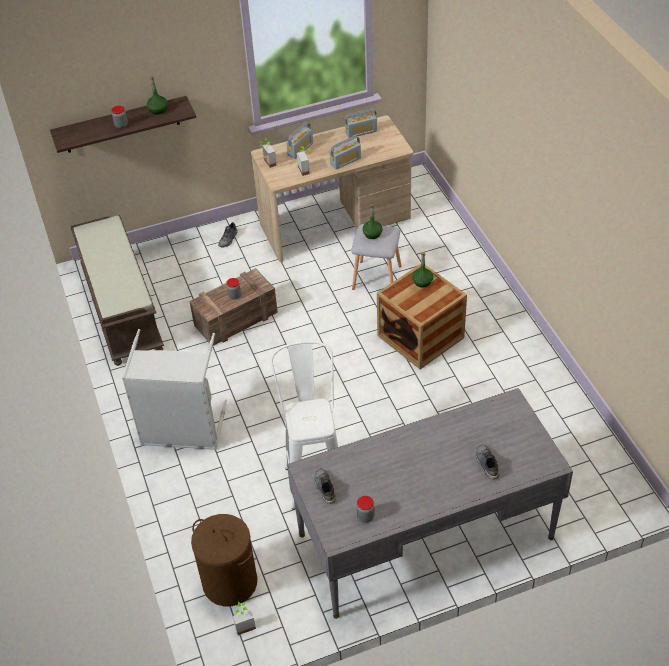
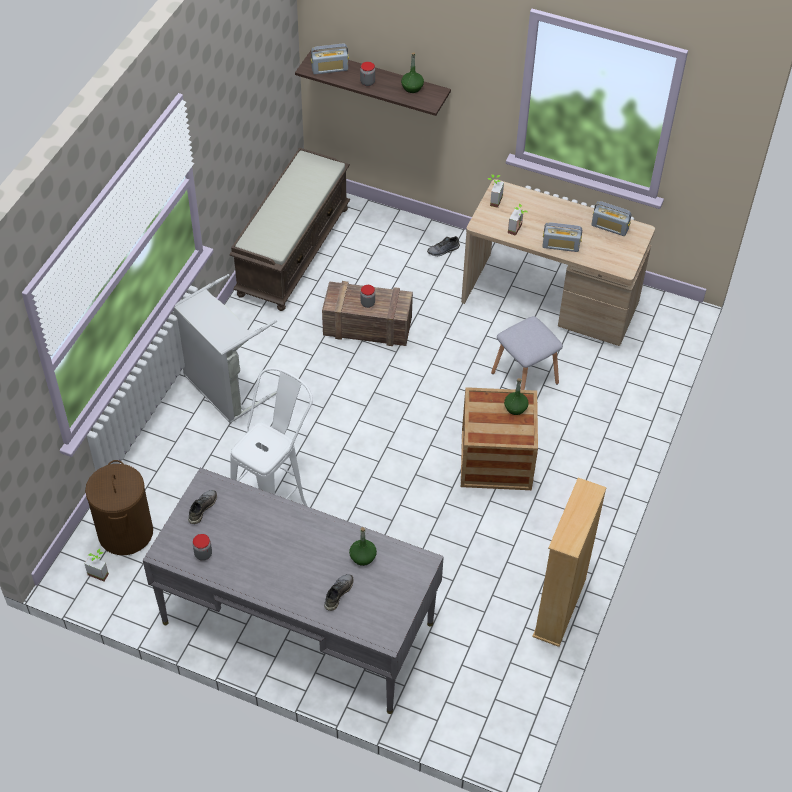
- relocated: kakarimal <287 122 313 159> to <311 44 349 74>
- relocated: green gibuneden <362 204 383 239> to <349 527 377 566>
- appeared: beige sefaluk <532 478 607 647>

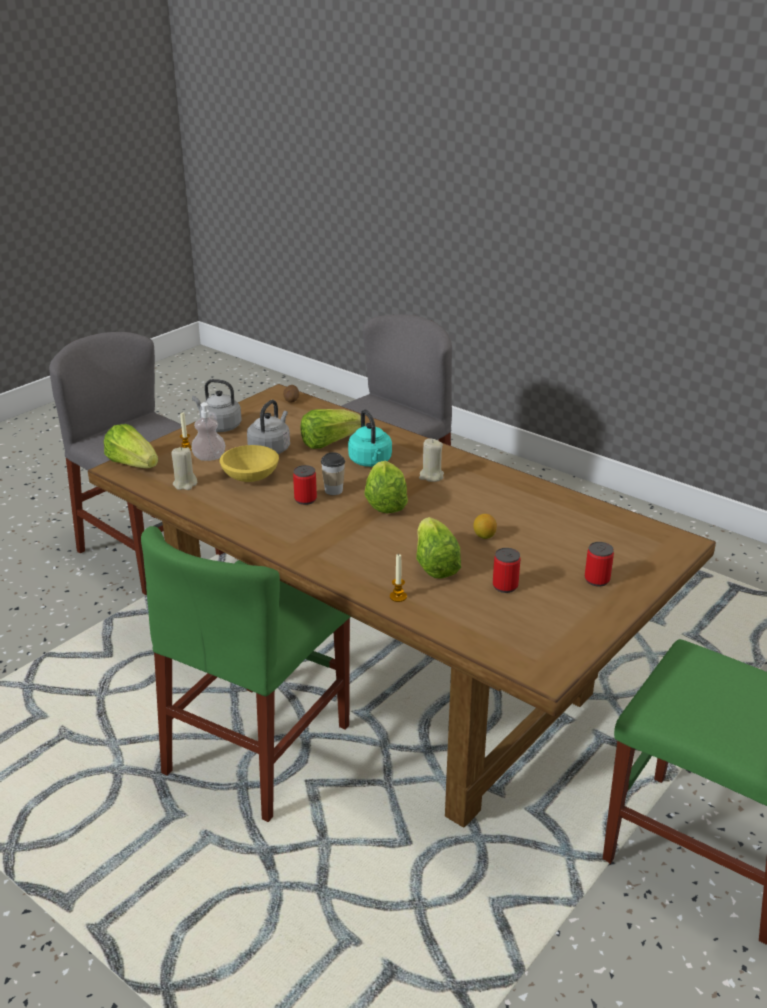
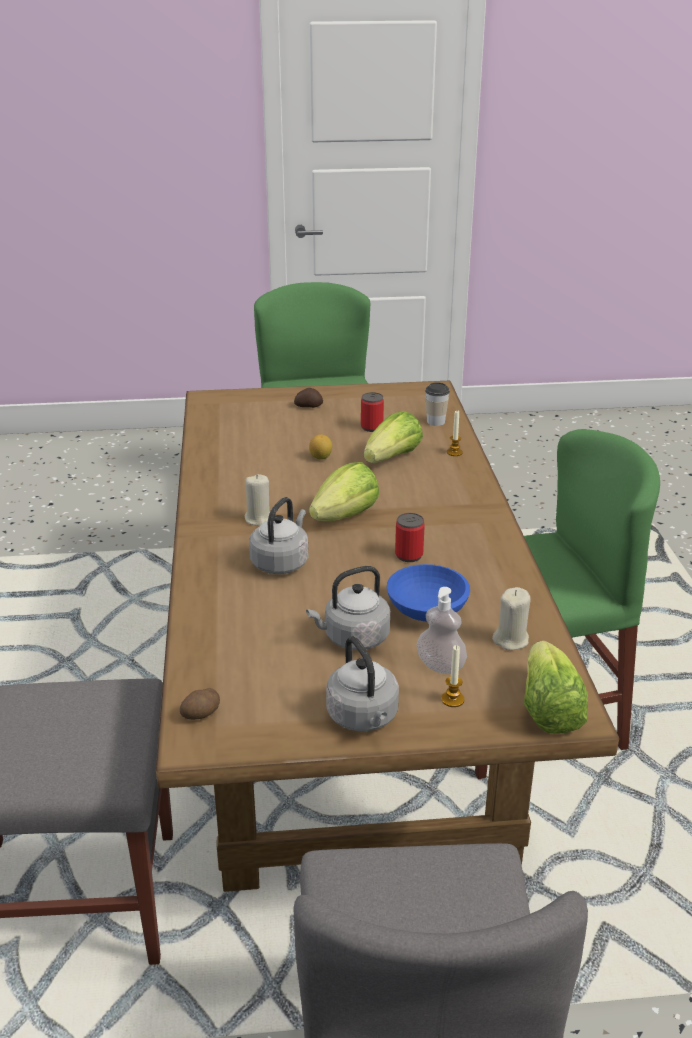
- colour: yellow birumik <220 445 279 482> to blue birumik <387 564 470 621>
- missing: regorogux <301 409 361 449>
- relocated: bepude <321 452 345 495> to <425 382 450 426>
- colour: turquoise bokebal <348 409 392 467> to grey bokebal <249 497 308 574>
- exchanged: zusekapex <585 542 614 587> to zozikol <294 388 323 408>

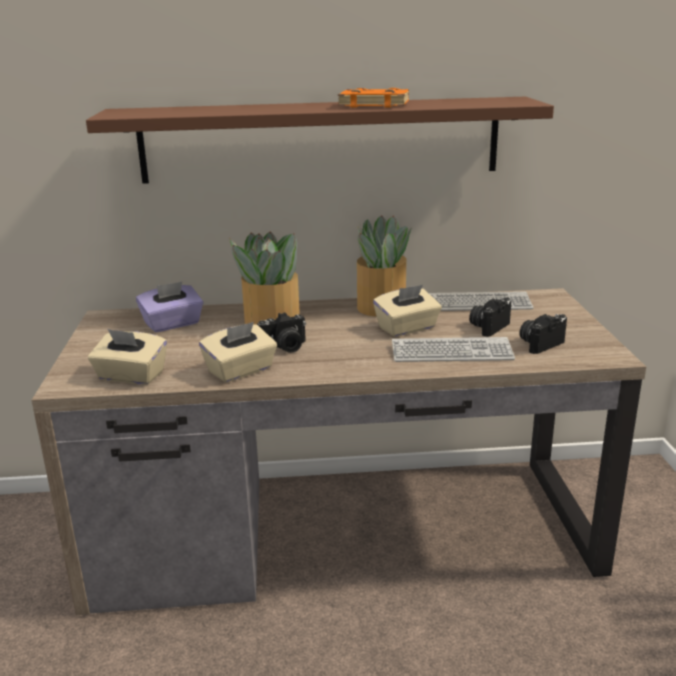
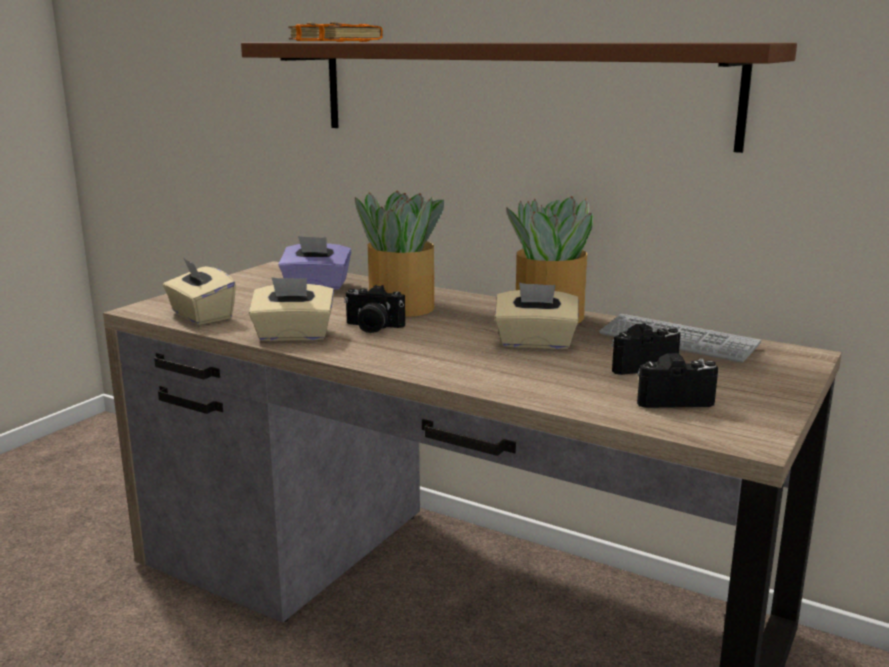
- relocated: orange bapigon <338 88 409 108> to <288 22 383 42>
- missing: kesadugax <392 337 515 362>

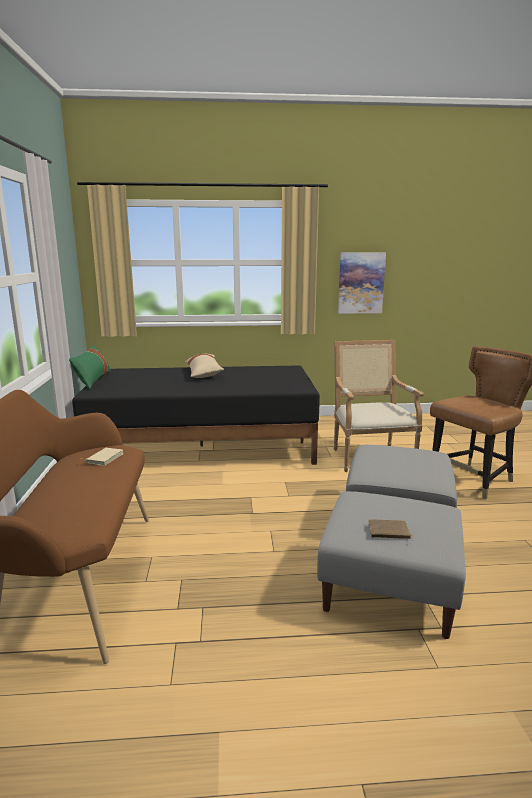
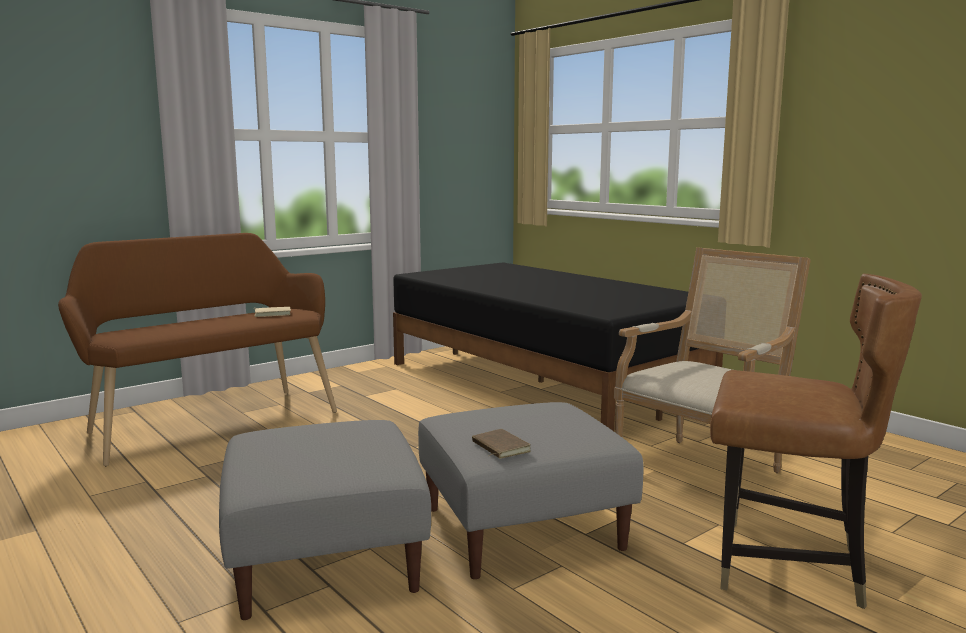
- missing: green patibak <69 344 111 389>
- missing: beige patibak <185 354 224 378>
- missing: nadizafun <338 253 386 314>
- relocated: brown bapigon <368 519 413 540> to <472 429 531 459>

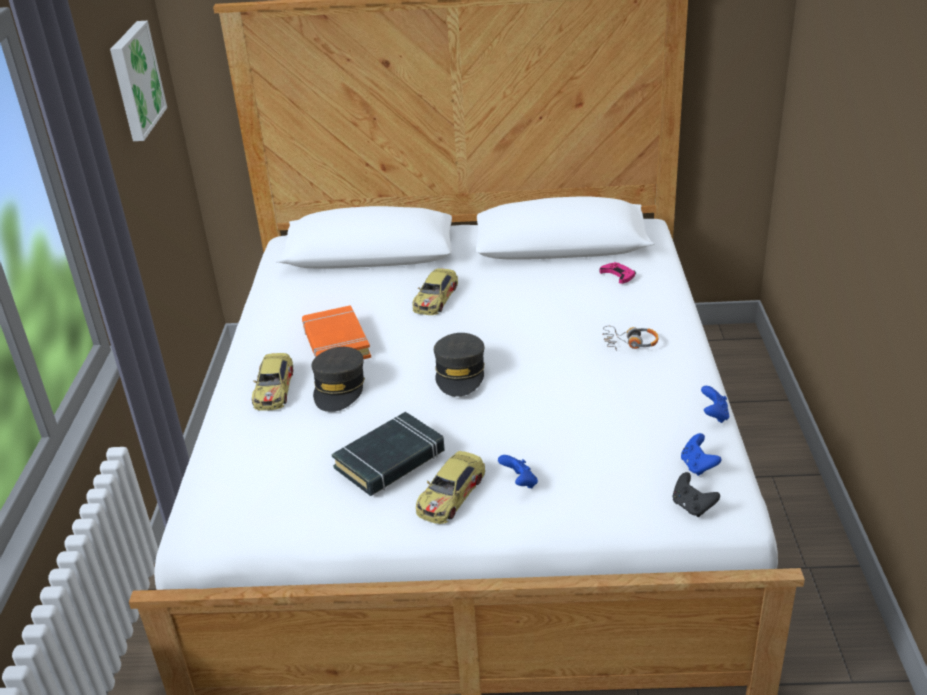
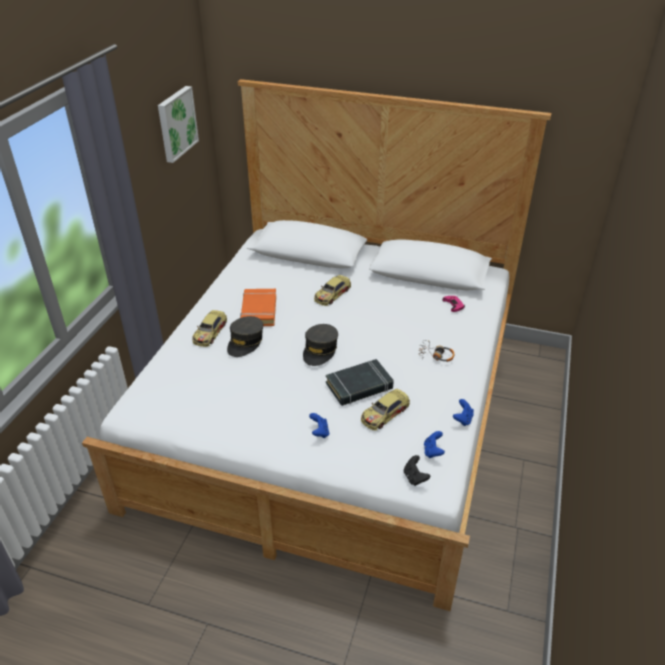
- relocated: black bapigon <332 412 445 496> to <326 359 394 406>
- relocated: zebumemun <416 451 485 524> to <361 389 410 430>

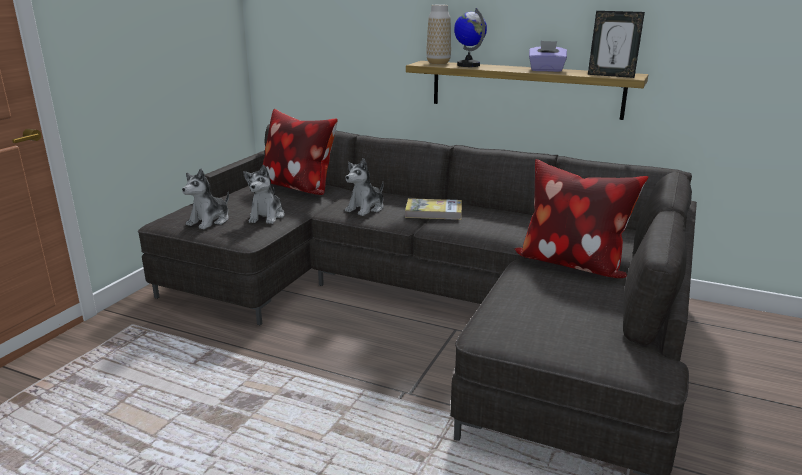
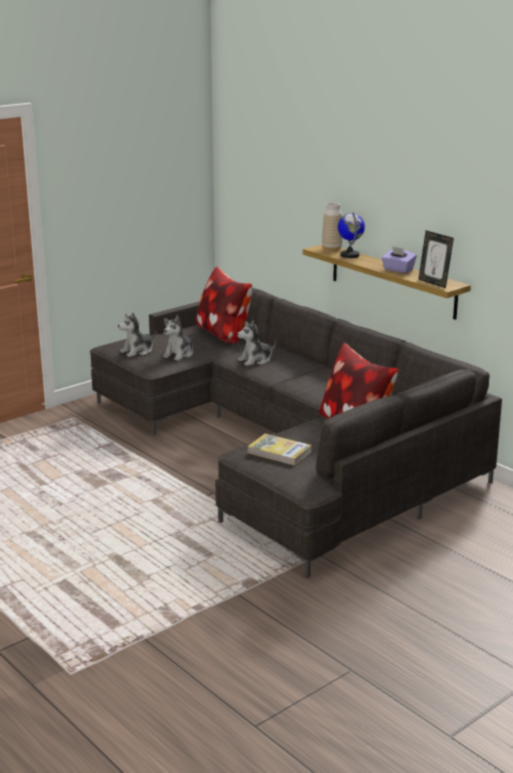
- relocated: bapigon <405 198 462 220> to <247 434 311 465>

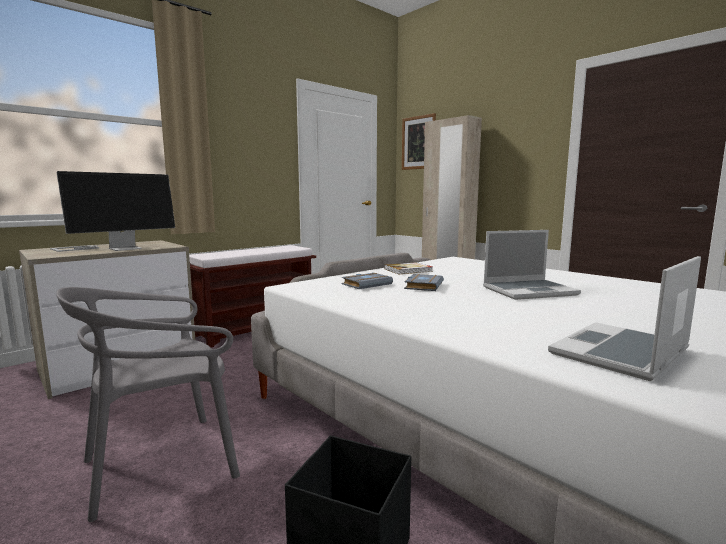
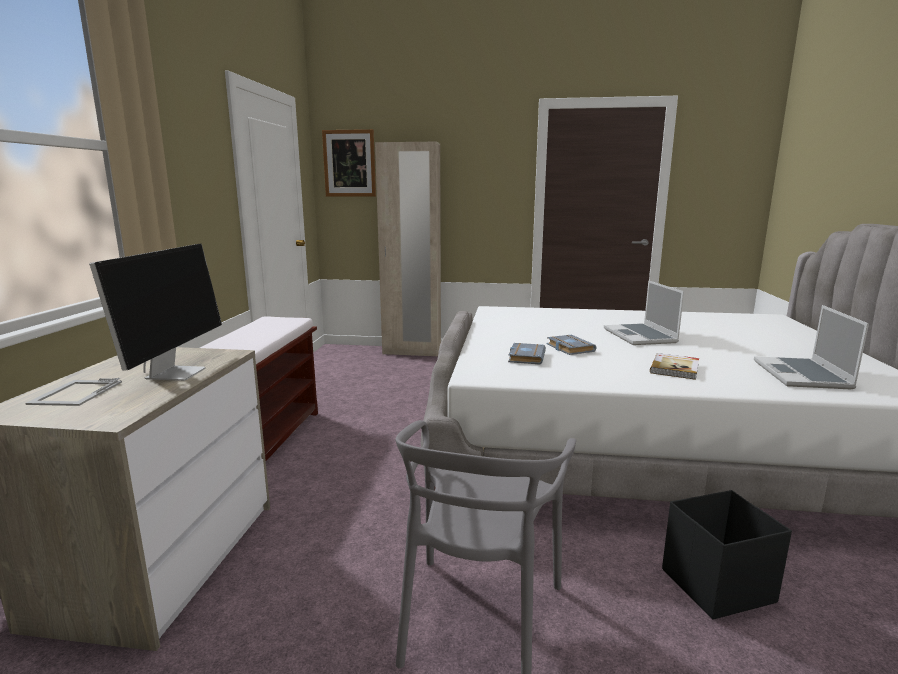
- relocated: bapigon <384 262 433 274> to <650 353 699 380>
- spun: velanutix <483 230 581 300> = <604 280 684 345> 135 degrees clockwise

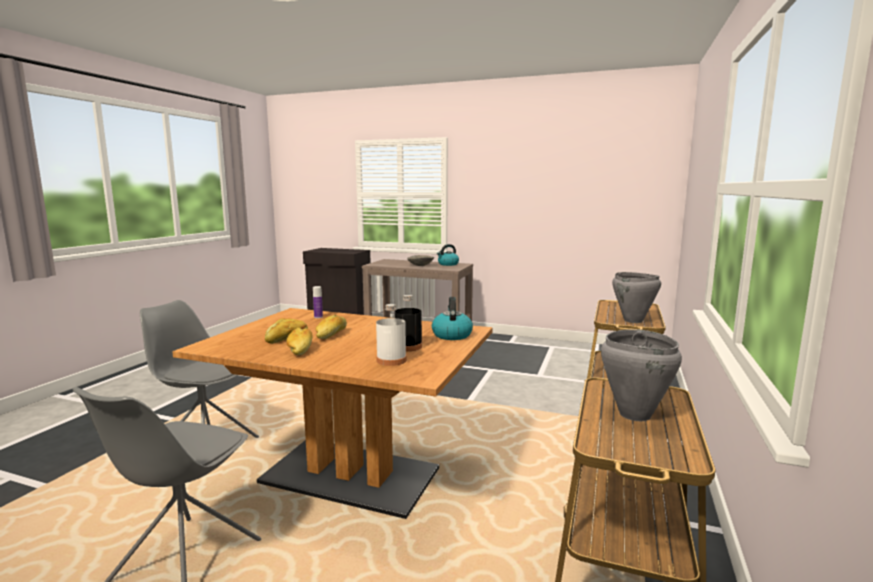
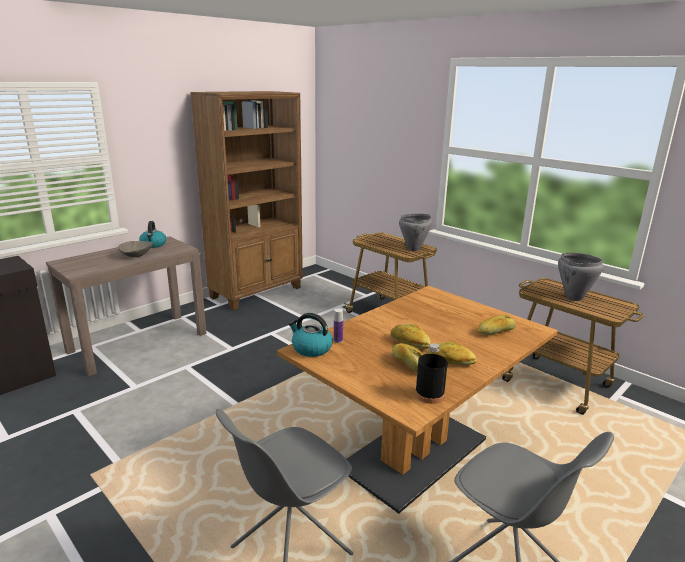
- exchanged: white gibuneden <376 304 406 366> to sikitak <478 315 516 336>
- relocated: black gibuneden <395 294 422 351> to <415 343 448 404>
- relocated: bokebal <432 297 473 340> to <289 313 333 357>
- appeared: brown sefaluk <190 91 303 311>

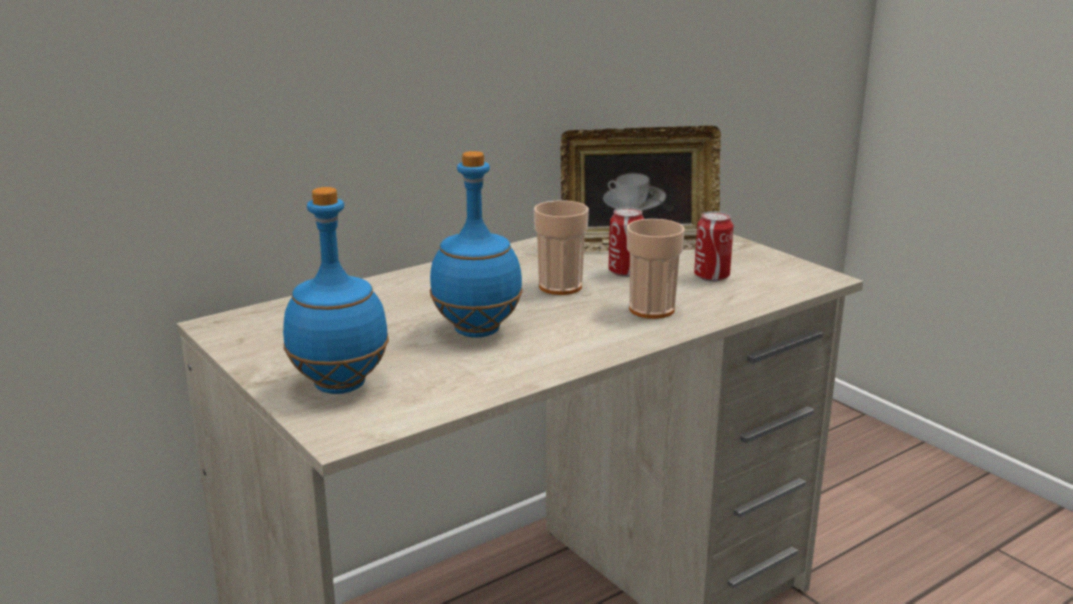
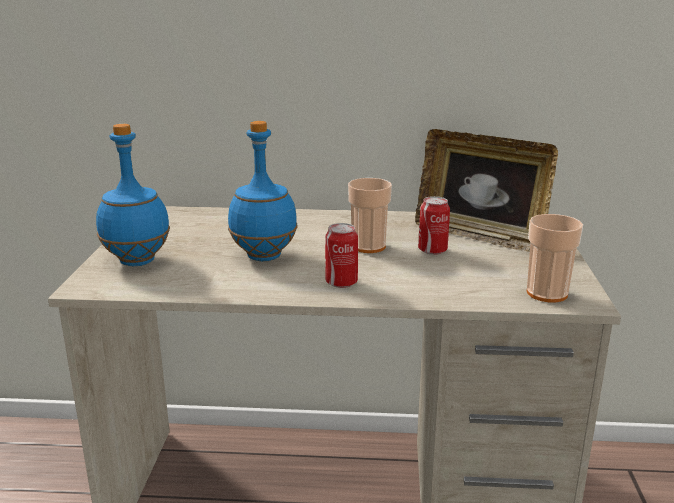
- relocated: bepude <627 219 685 319> to <527 214 583 302>
- relocated: zusekapex <694 211 733 282> to <325 223 358 288>

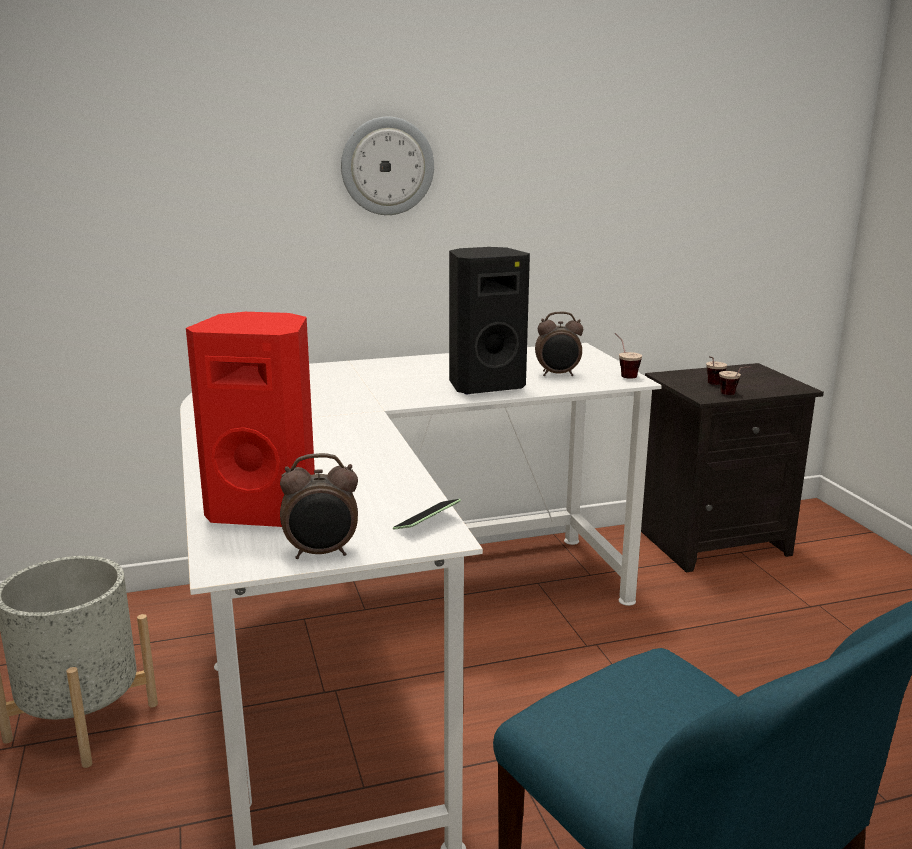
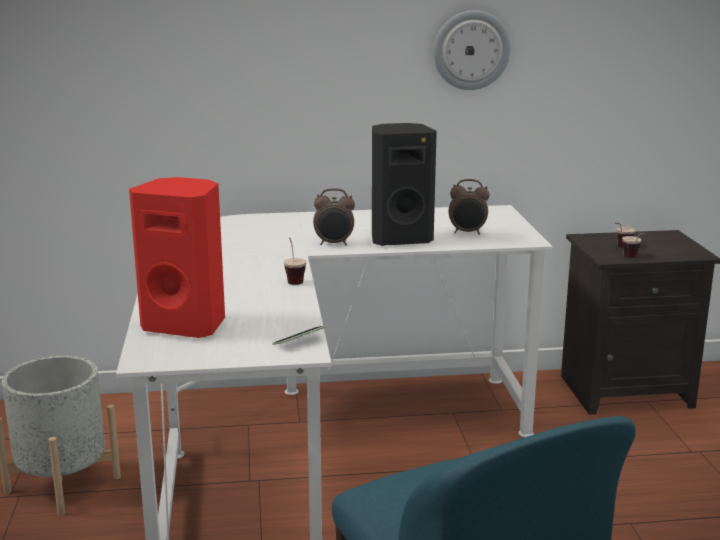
- relocated: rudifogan <280 453 358 559> to <313 188 355 245>
- relocated: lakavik <341 116 434 215> to <434 10 511 90>
- relocated: bepude <615 333 642 379> to <284 238 306 285>

